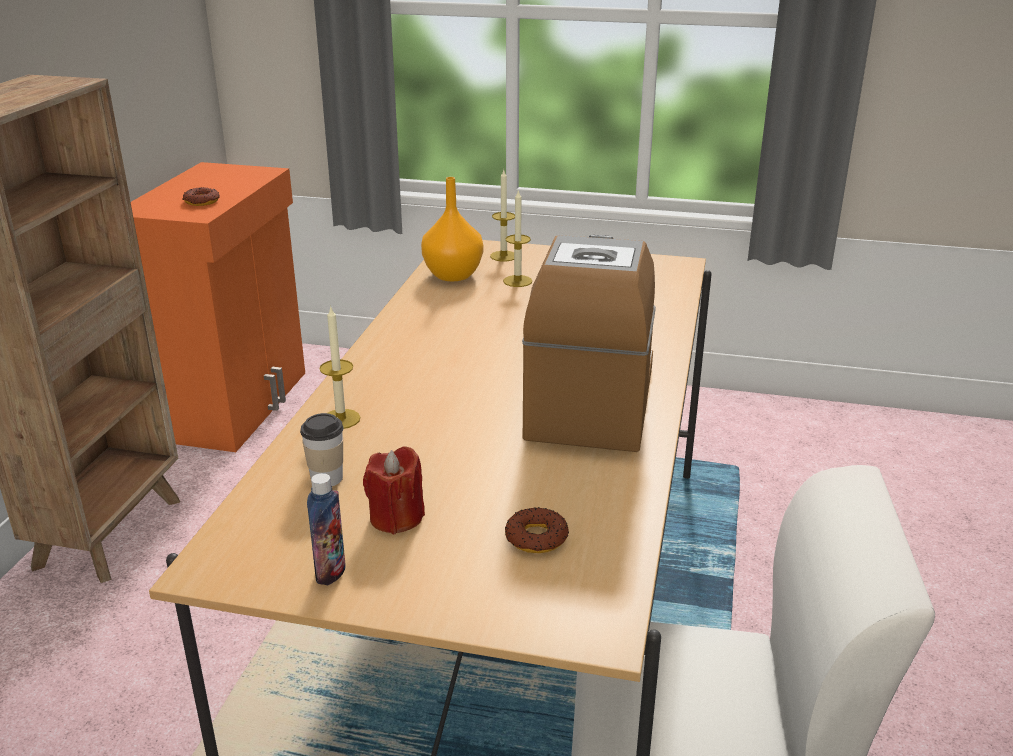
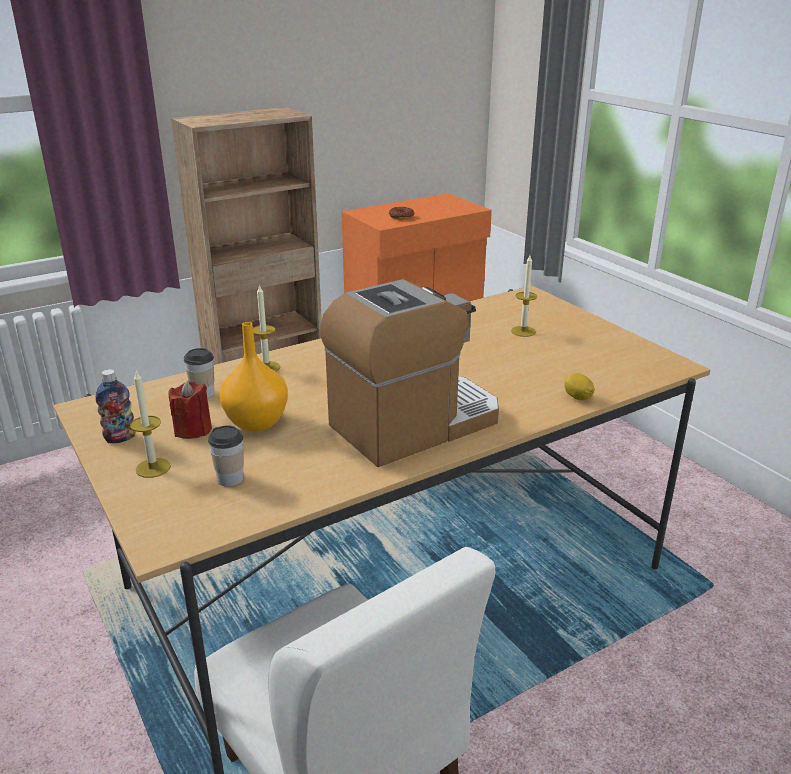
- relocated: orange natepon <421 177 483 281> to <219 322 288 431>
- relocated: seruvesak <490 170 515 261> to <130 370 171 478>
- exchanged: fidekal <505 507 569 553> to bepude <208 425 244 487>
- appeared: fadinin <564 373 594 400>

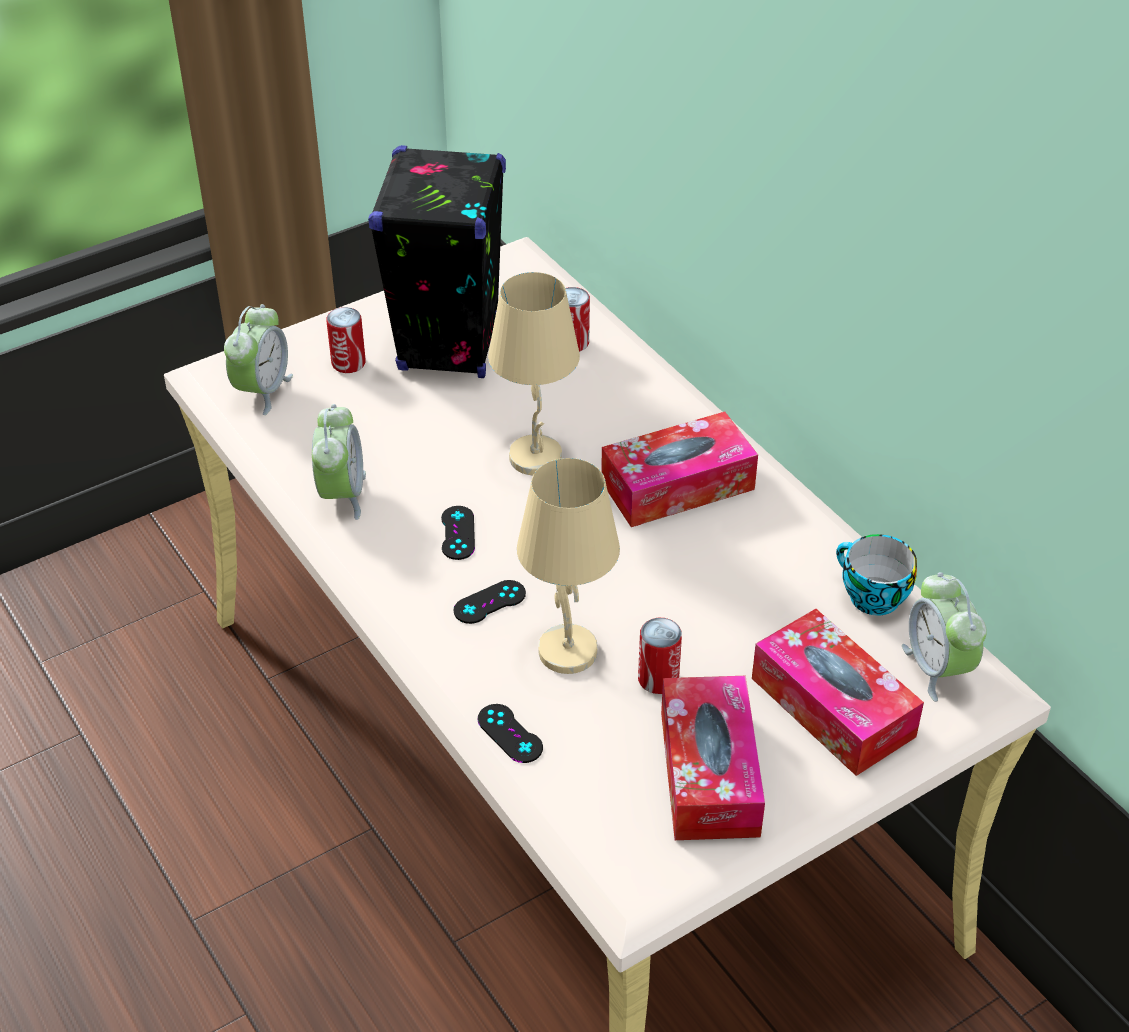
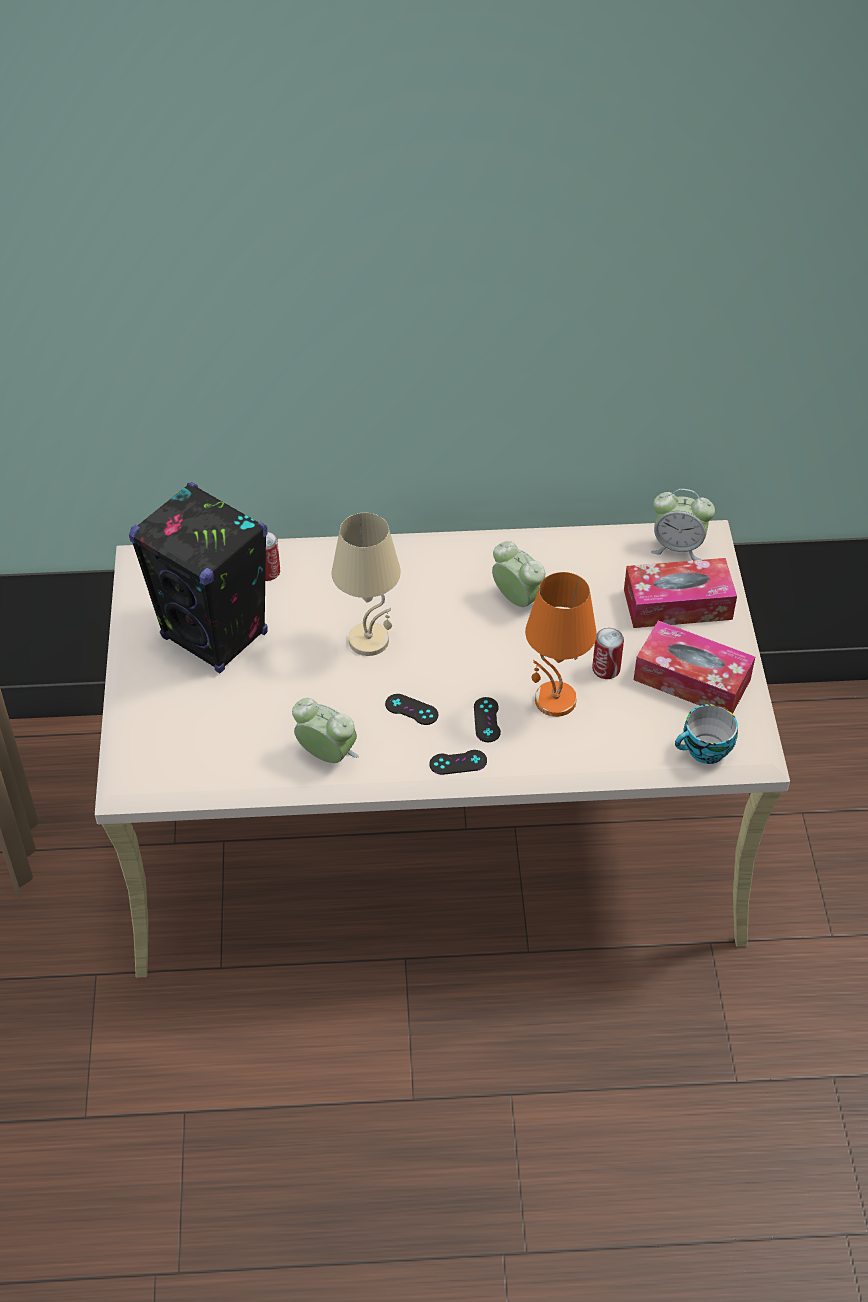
- relocated: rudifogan <224 304 293 415> to <492 541 546 607>
- missing: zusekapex <326 307 366 373>
- relocated: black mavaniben <478 704 543 763> to <429 750 487 775>
- colour: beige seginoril <517 458 620 674> to orange seginoril <525 572 597 717>
- missing: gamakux <601 412 758 527>
- relocated: bepude <836 534 917 616> to <675 704 738 764>

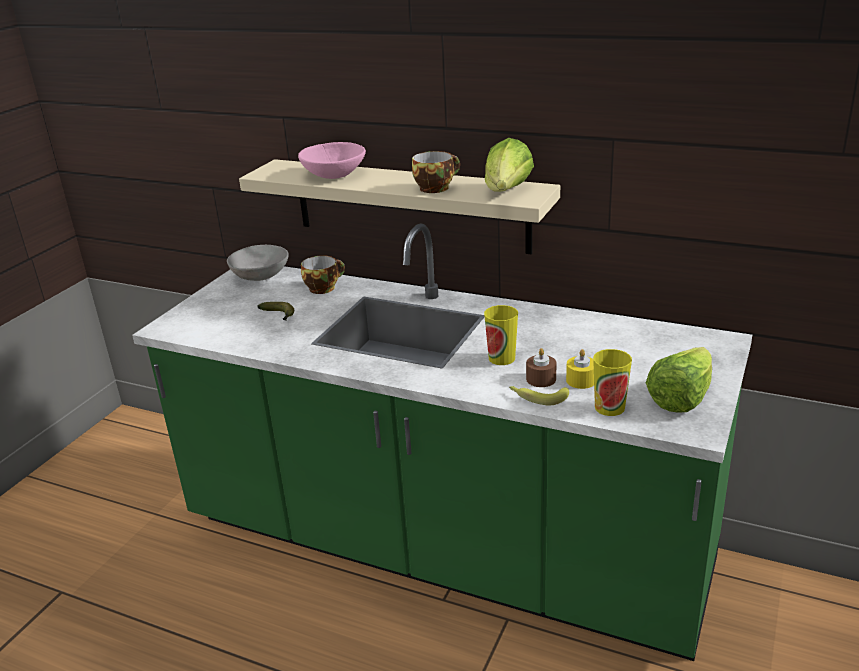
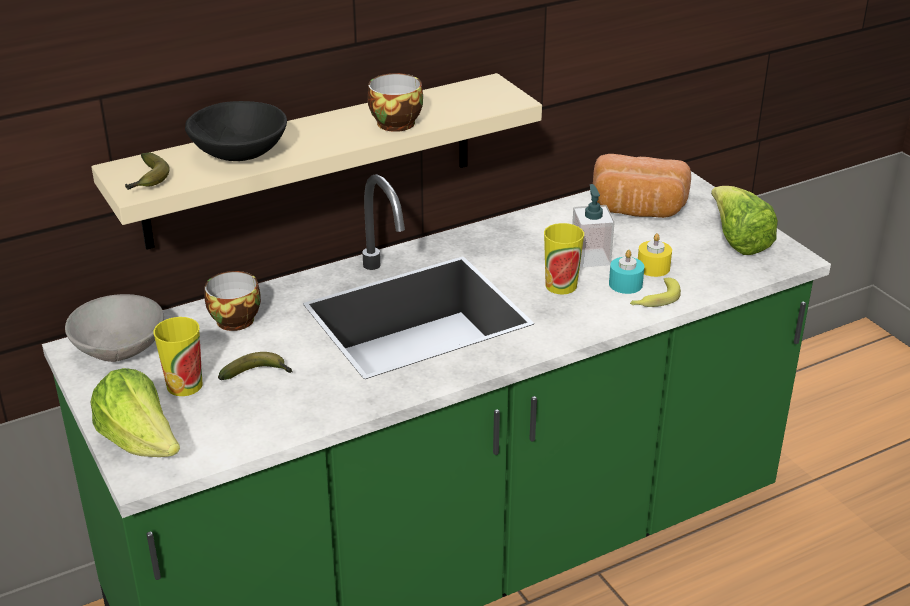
- colour: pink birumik <298 142 366 179> to black birumik <185 101 287 161>
- relocated: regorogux <485 138 534 192> to <90 368 180 457>
- colour: brown seruvesak <526 348 556 387> to turquoise seruvesak <609 250 645 294>
- relocated: bepude <593 349 632 416> to <154 317 203 396>
- appeared: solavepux <125 152 170 190>
- appeared: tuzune <572 184 615 267>
- appeared: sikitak <593 154 691 218>

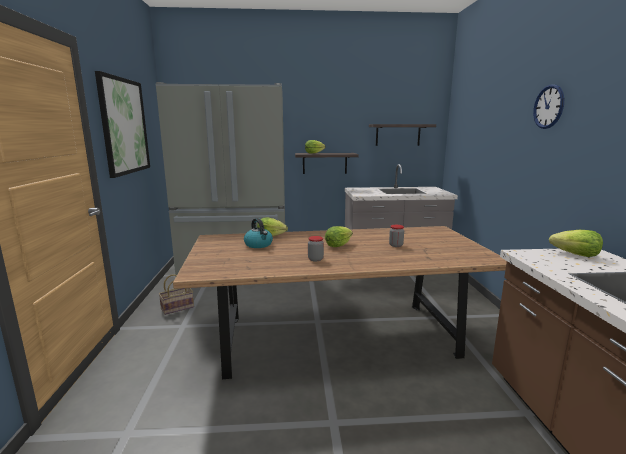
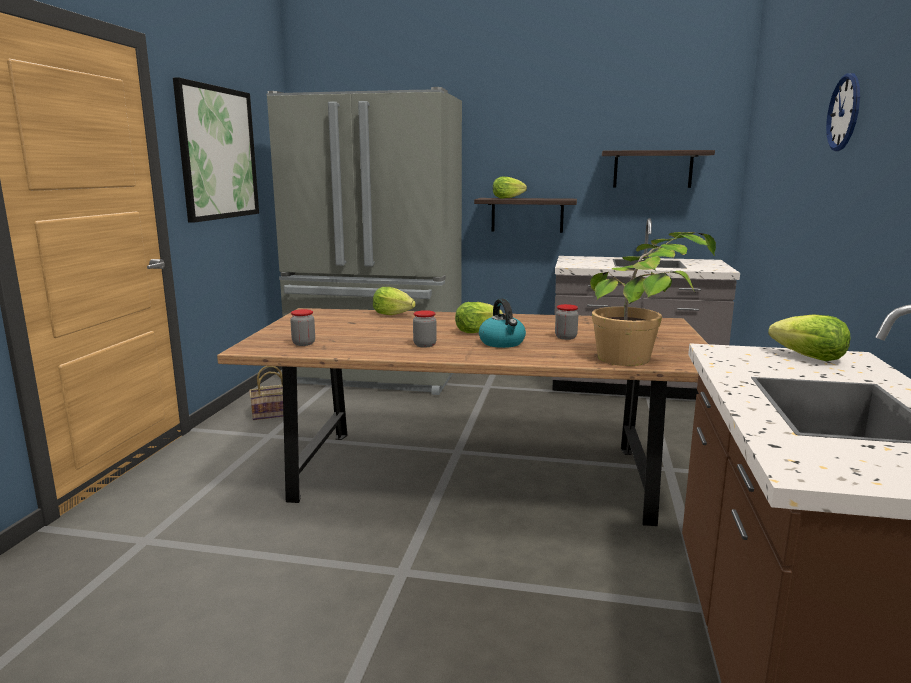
- relocated: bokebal <244 218 273 248> to <479 299 526 348>
- appeared: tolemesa <290 309 315 346>
- appeared: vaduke <590 232 716 366>

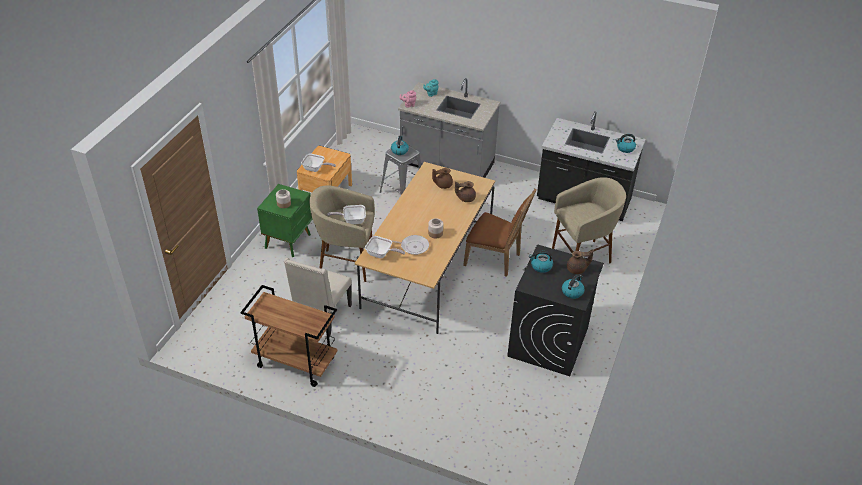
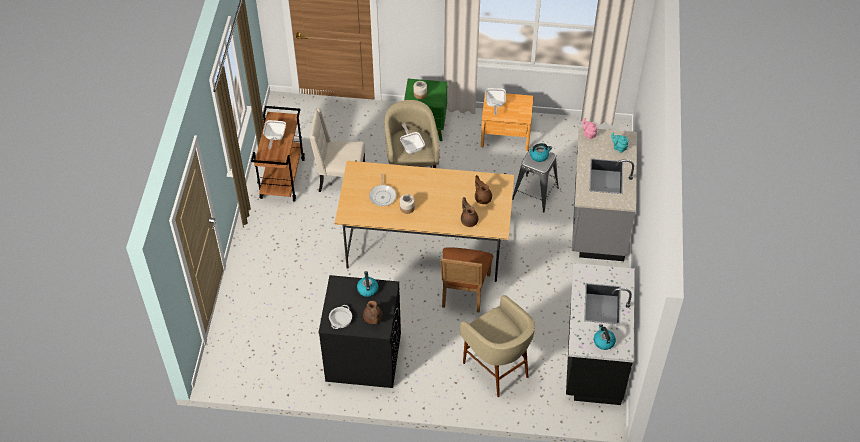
- relocated: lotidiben <365 236 405 258> to <263 120 286 149>
- exchanged: bokebal <562 275 585 299> to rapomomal <329 305 352 329>

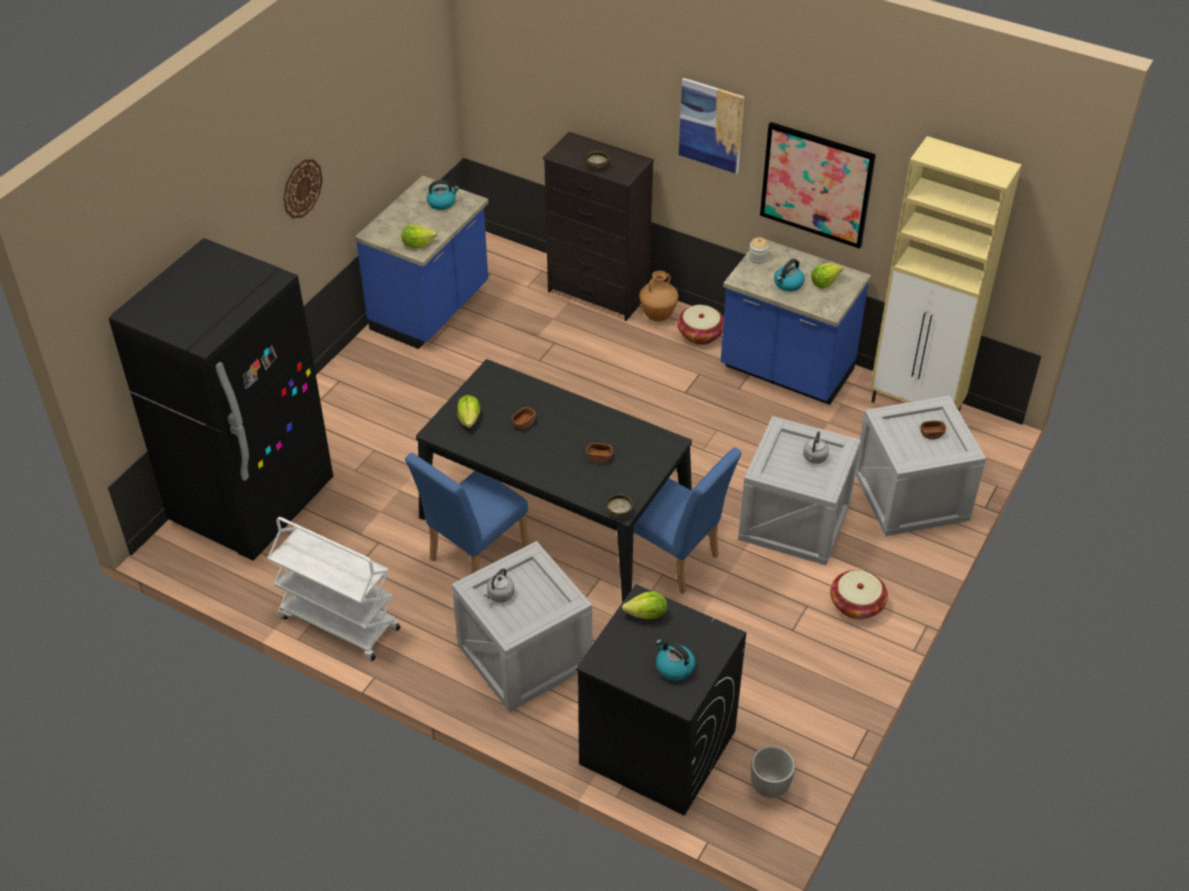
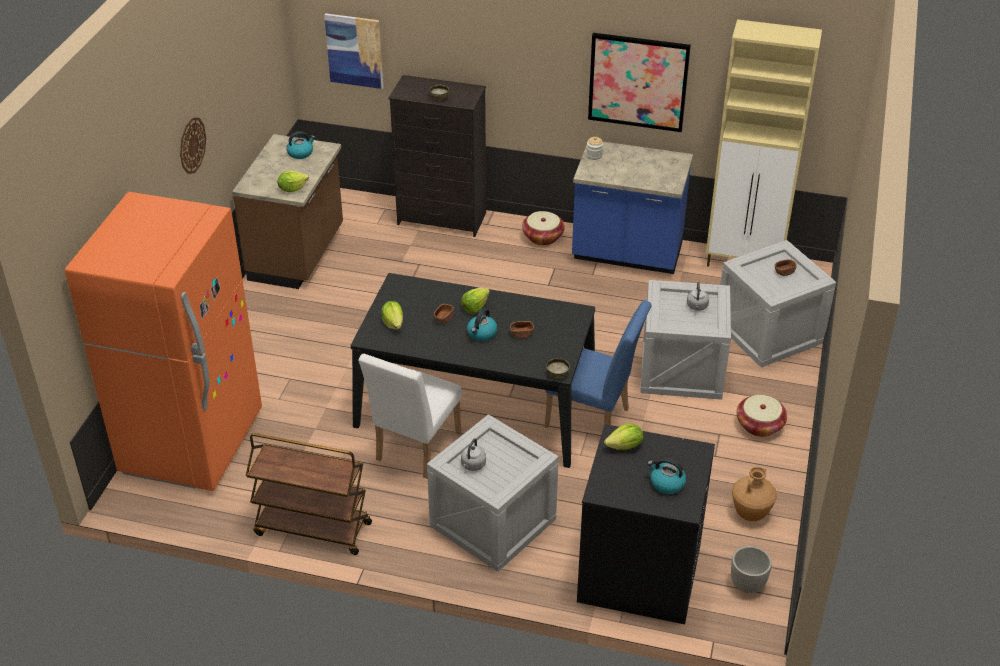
- colour: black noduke <109 238 333 561> to orange noduke <65 192 262 491>
- colour: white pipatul <267 517 400 661> to brown pipatul <246 433 372 555>
- colour: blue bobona <355 176 489 349> to brown bobona <232 134 343 289>
- colour: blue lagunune <405 453 529 573> to white lagunune <358 354 462 479>
- relocated: brown natepon <639 271 679 321> to <732 467 777 521>
- relocated: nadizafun <679 78 745 174> to <324 13 383 89>
- relocated: bokebal <774 259 805 291> to <467 308 497 341>
- relocated: regorogux <811 263 843 289> to <461 288 490 314>

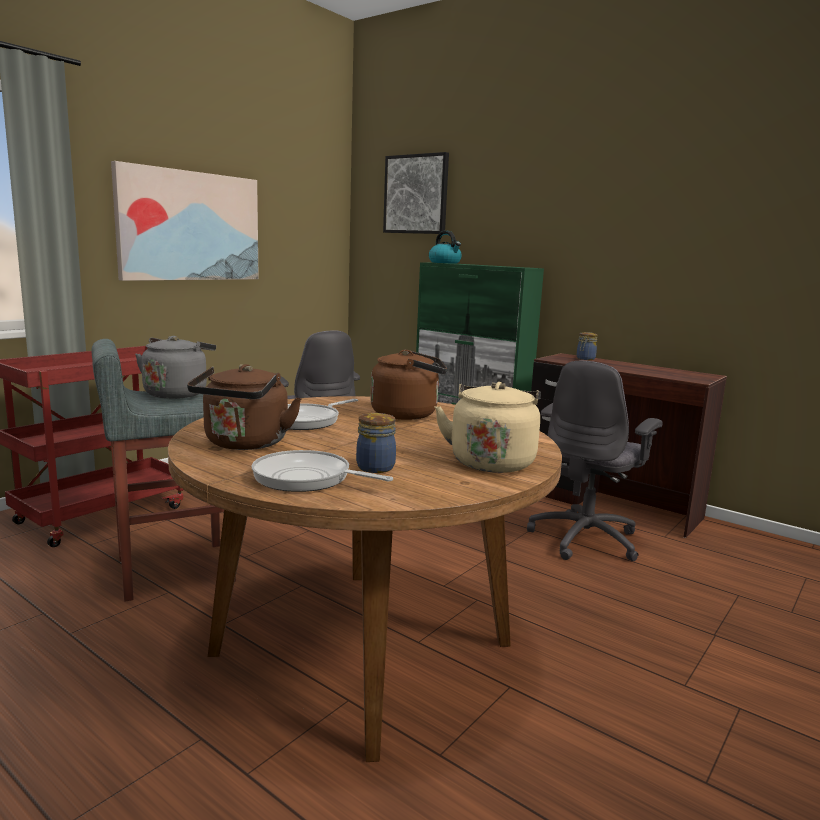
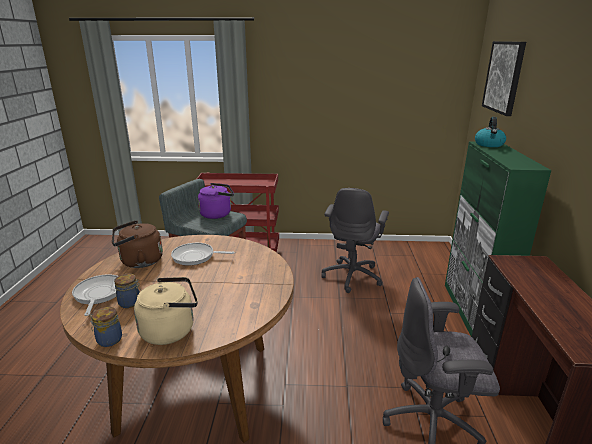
- missing: nadizafun <111 161 259 281>
- colour: grey bokebal <135 336 216 399> to purple bokebal <198 183 234 219>
- missing: brown bokebal <370 349 447 420>
- relocated: tolemesa <577 332 597 360> to <90 307 122 347>

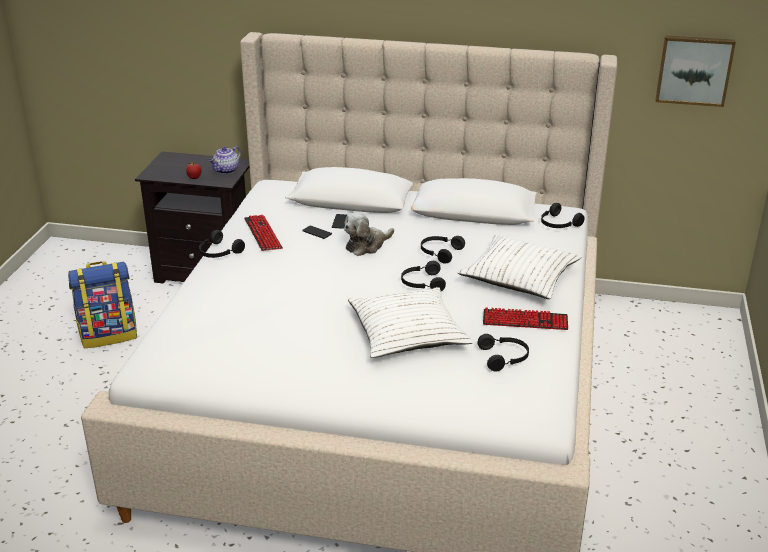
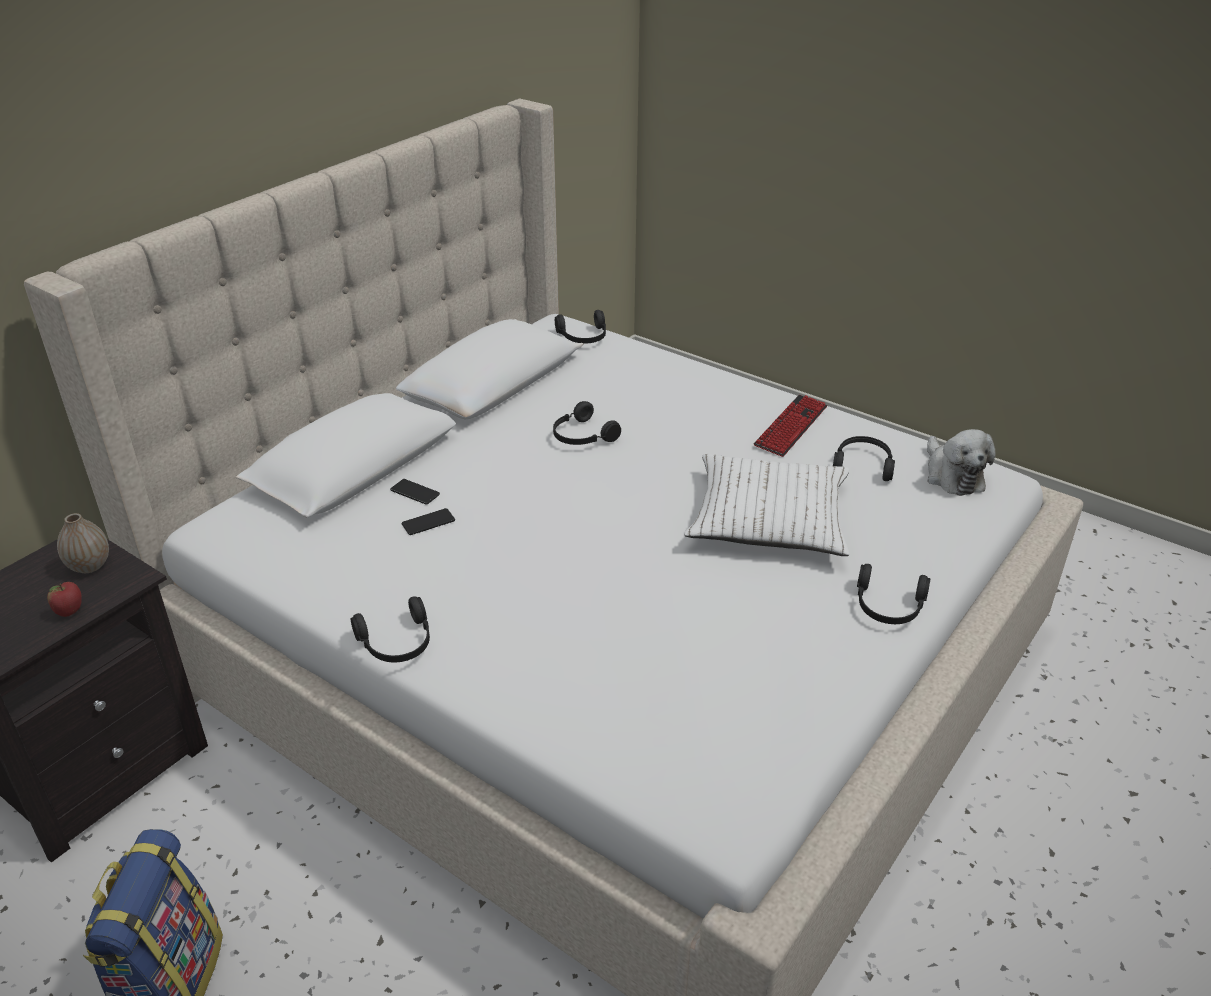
- exchanged: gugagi <209 146 241 174> to natepon <57 513 109 573>
- missing: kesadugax <244 215 283 251>
- relocated: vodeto <344 212 394 256> to <927 429 996 496>
- relocated: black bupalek <401 261 446 291> to <857 564 931 624>
- missing: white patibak <457 235 581 299>
- missing: nadizafun <655 35 736 107>

